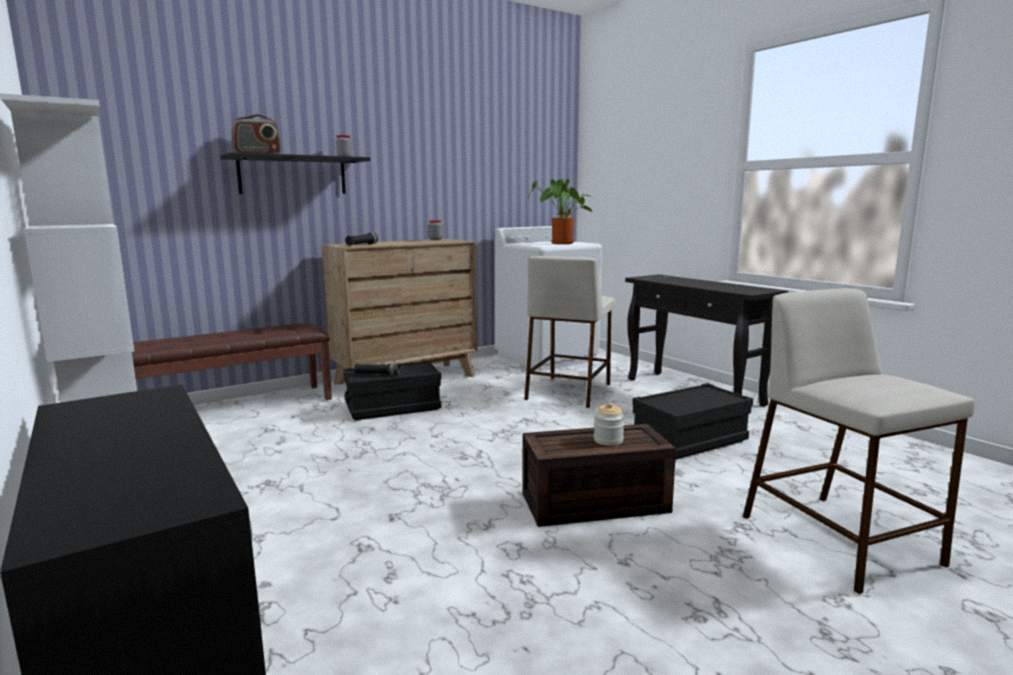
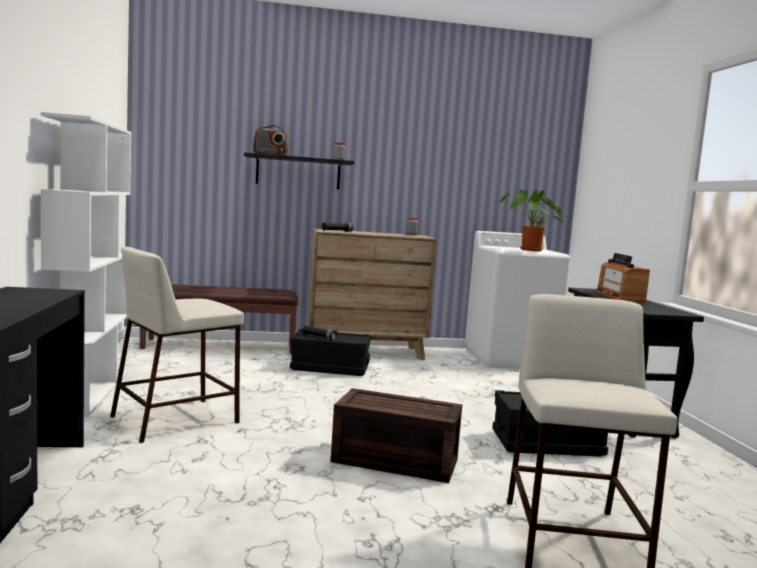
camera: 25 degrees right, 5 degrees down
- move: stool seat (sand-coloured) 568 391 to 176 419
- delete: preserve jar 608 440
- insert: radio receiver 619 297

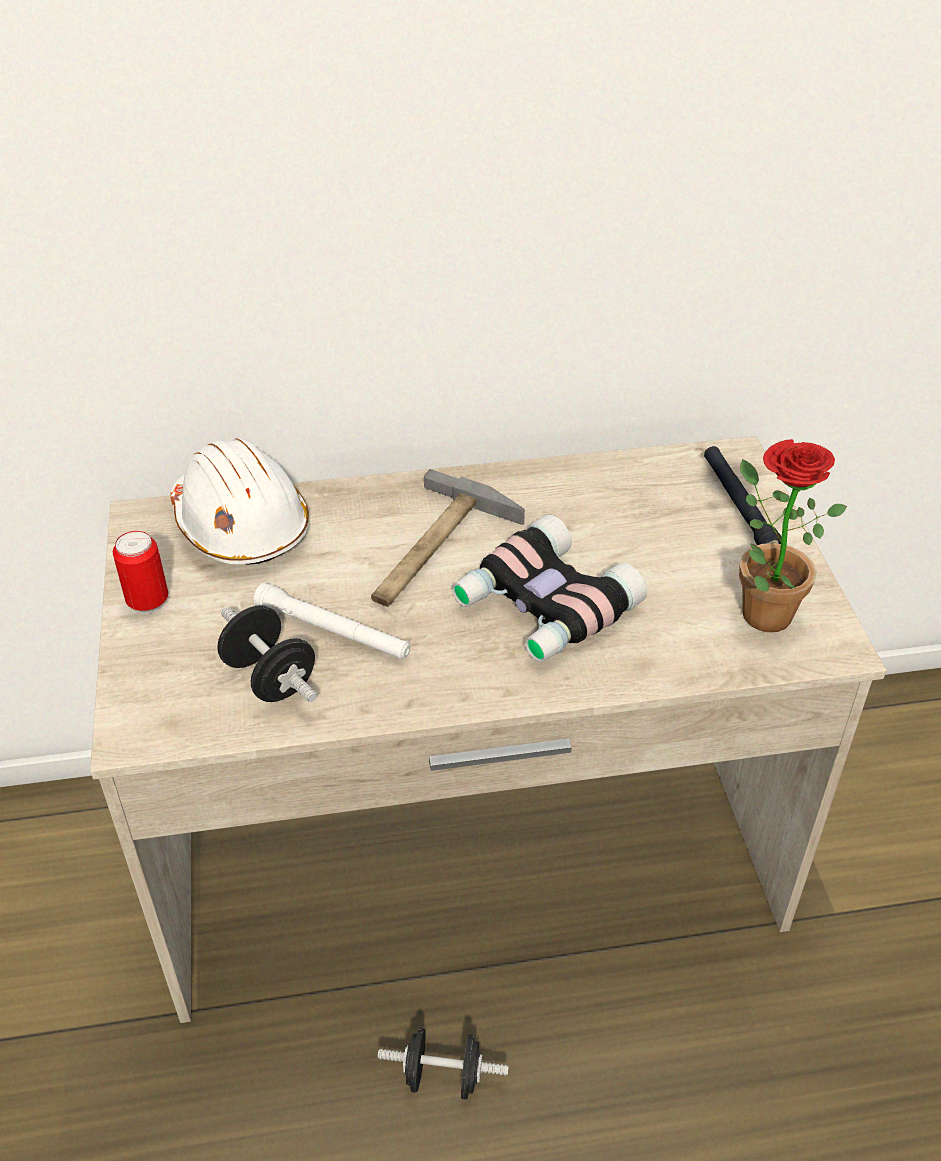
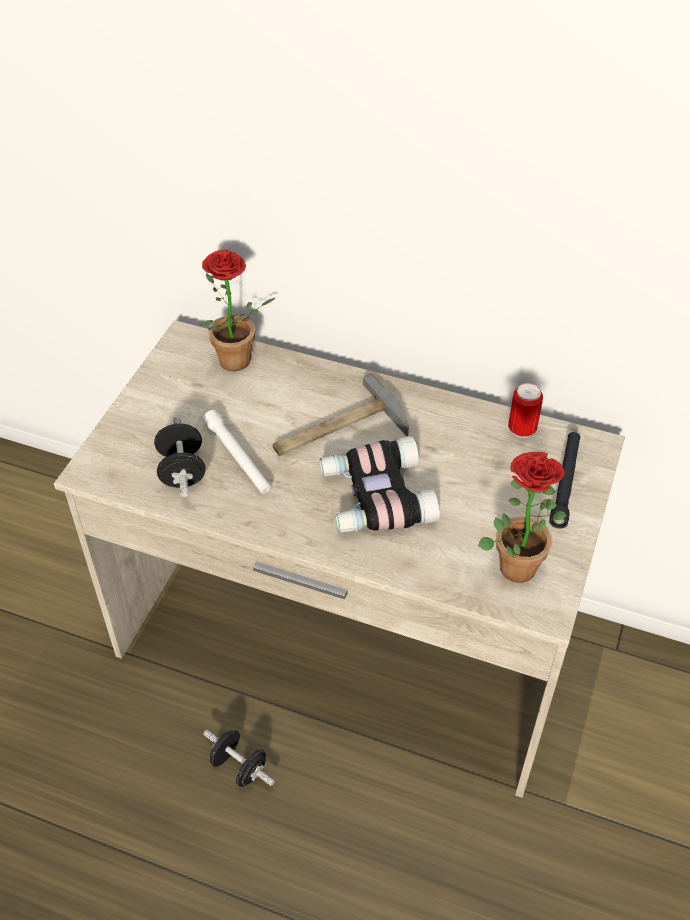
camera: 30 degrees right, 5 degrees up
- replace: safety helmet (white) 241 525 to potted plant 235 365
- move: can 148 602 to 521 430

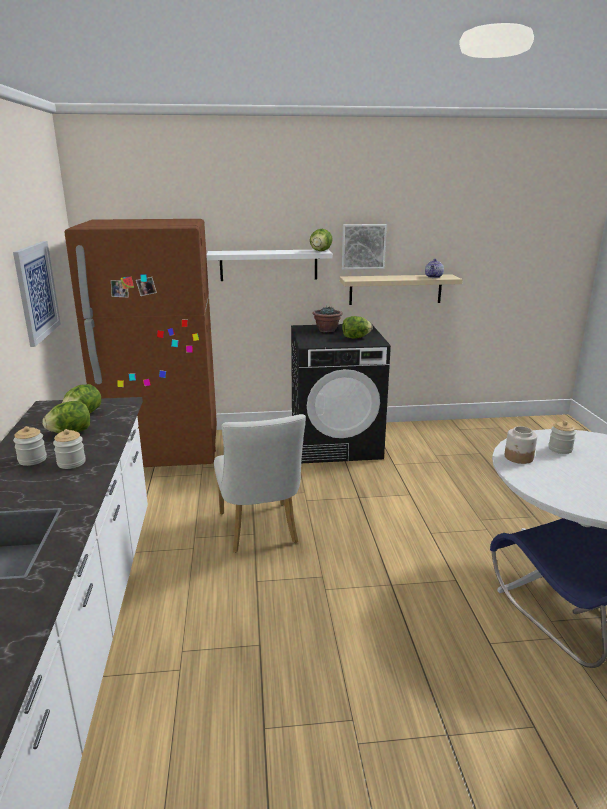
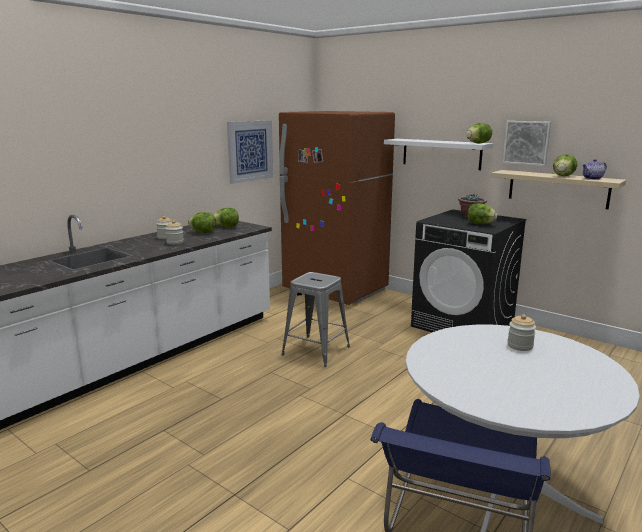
camera: 45 degrees right, 5 degrees down
- replace: plain chair (white) 260 531 to stool seat (greyish) 316 350
- delete: preserve jar 518 457
- insert: head of lettuce 563 176

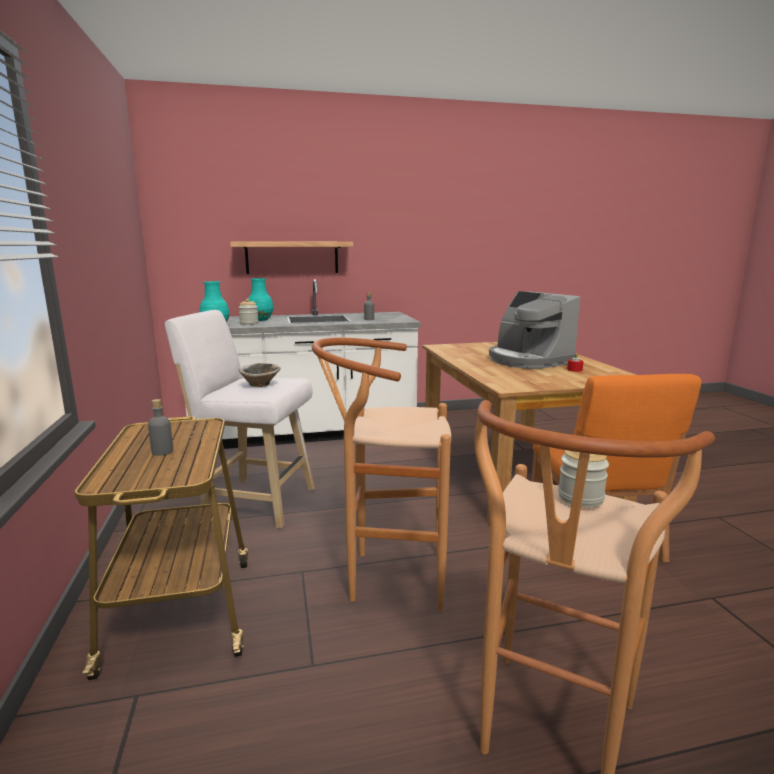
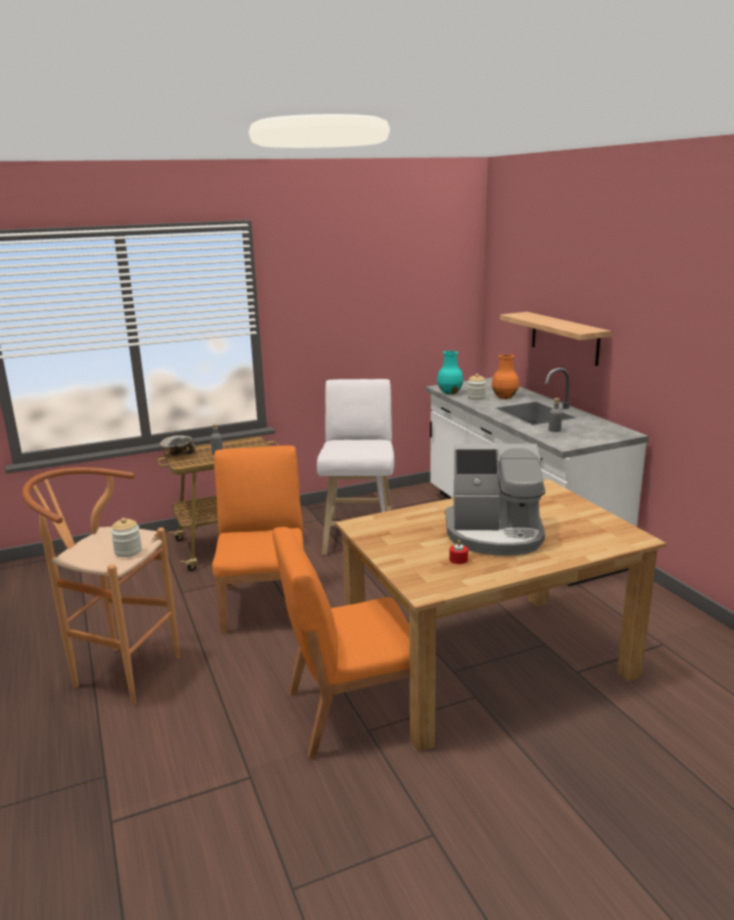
camera: 80 degrees right, 5 degrees up
- recolor: flower vase (turquoise-coloured) 261 320 to flower vase (orange-coloured) 504 397
- rotate: coffee brewer 528 360 = 495 534 135 degrees counterclockwise
- replace: stool seat (brown) 386 577 to plain chair (orange-coloured) 266 604
- move: deep dish 260 385 to 177 454

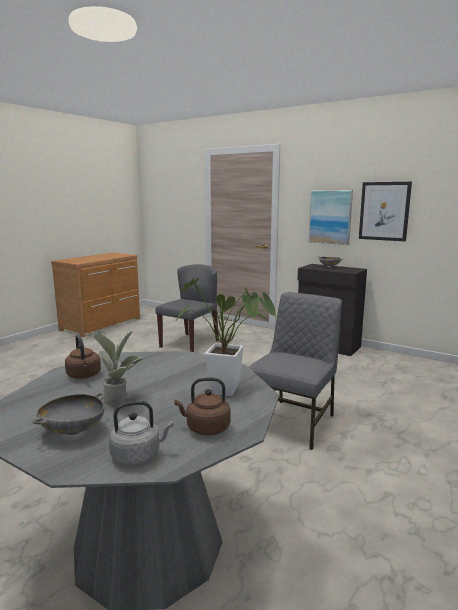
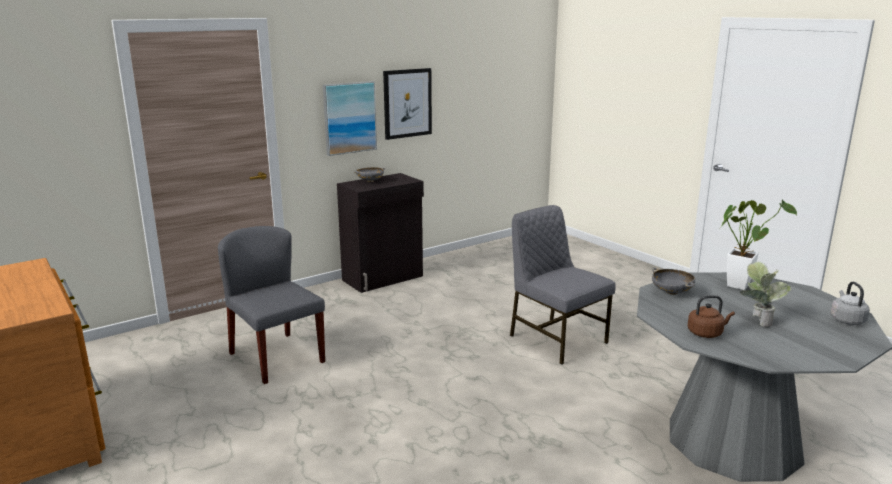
camera: 70 degrees left, 5 degrees up
- delete: tea kettle (brown) 205 428
- move: deep dish (greyish) 72 430 to 671 292

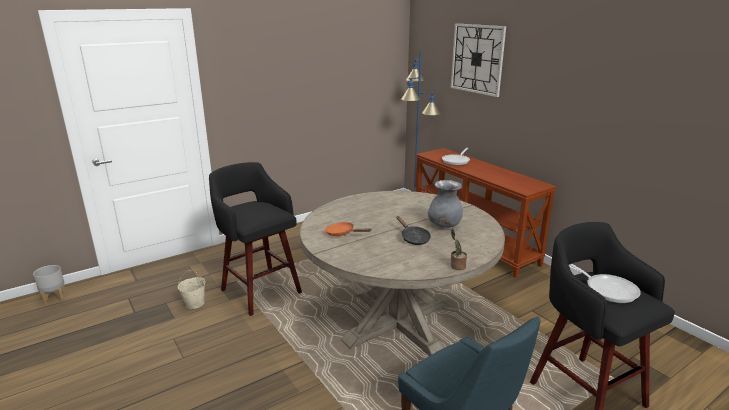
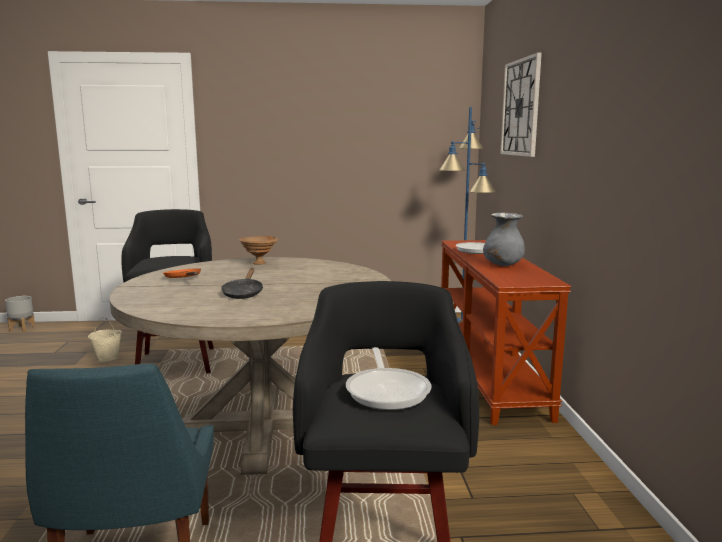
camera: 30 degrees right, 10 degrees down
- move: flower vase (greyish) 444 225 to 502 265
- delete: potted plant 456 266
- insert: deep dish (brown) 258 263

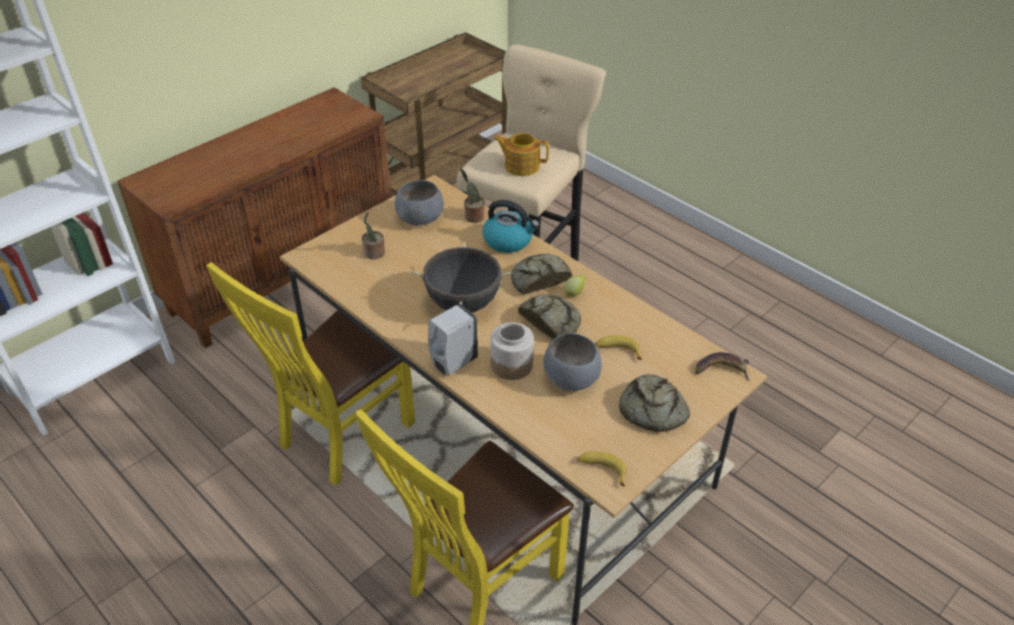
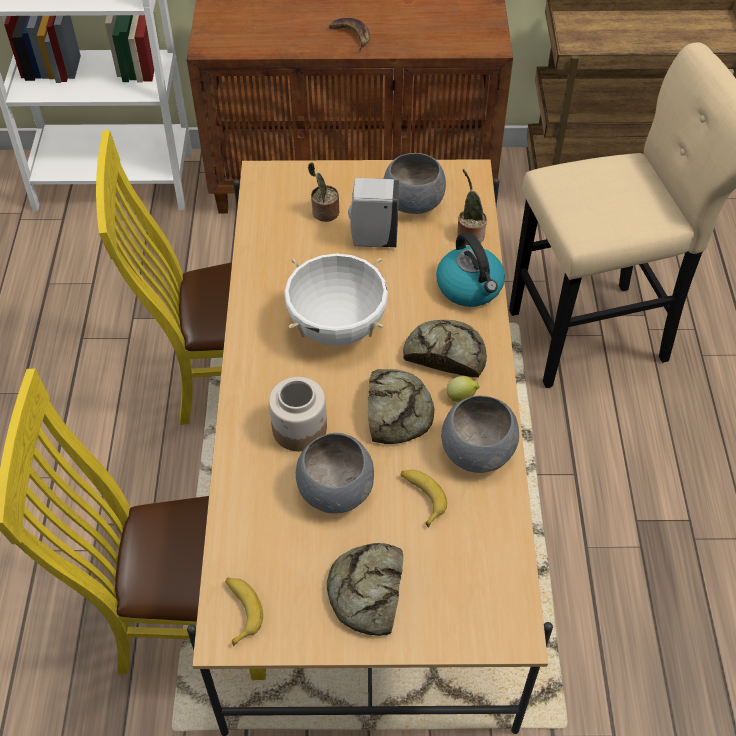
camera: 45 degrees right, 10 degrees up
- delete: pot for tea 521 166
- recolor: saucepot (black-coloured) 463 304 to saucepot (white) 337 327
- move: soap bottle (white) 452 363 to 372 239
- move: banana 721 369 to 352 36
- insert: deep dish (greyish) 476 451

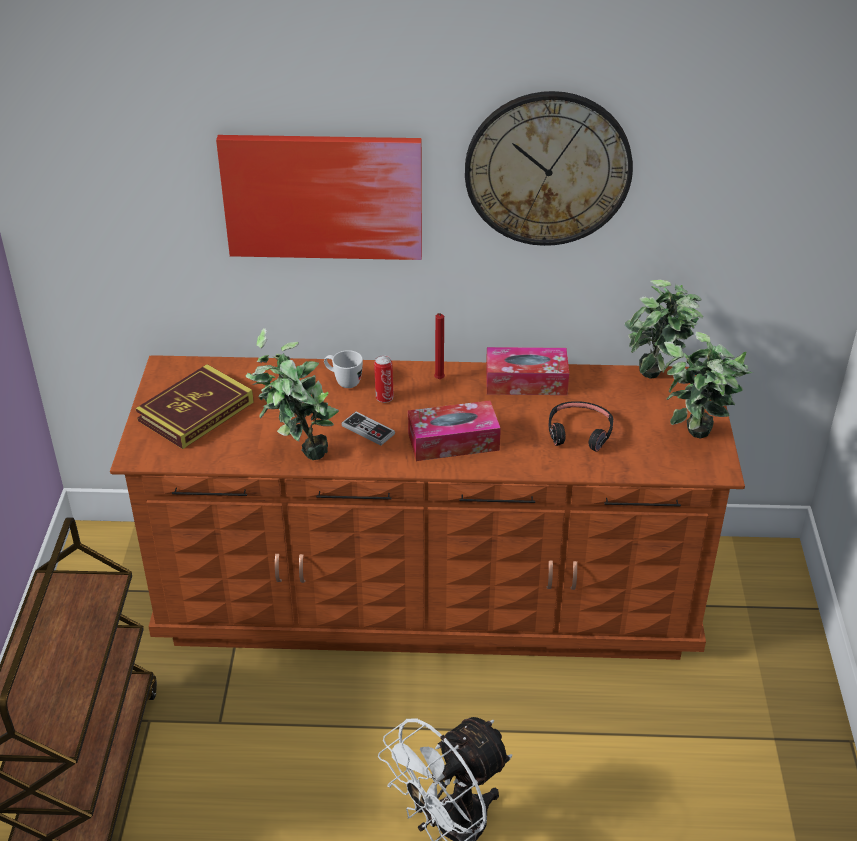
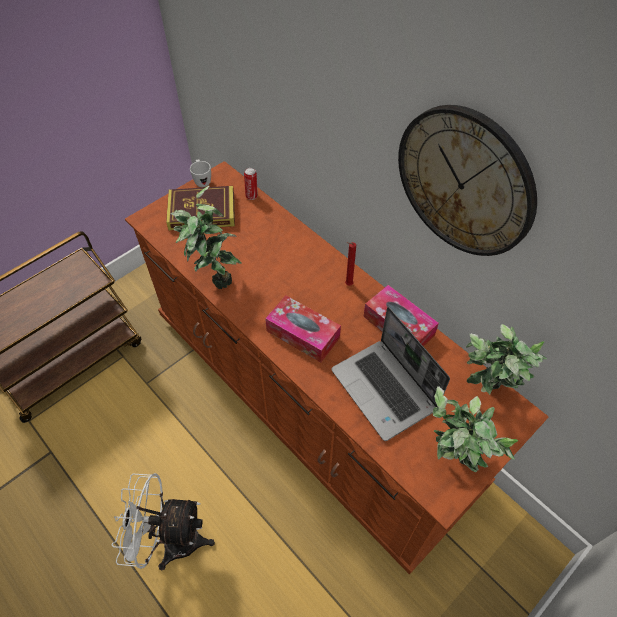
camera: 45 degrees right, 15 degrees up
- delete: picture 323 196
- move: coffee mug (white) 343 382 to 202 181
- move: can 384 397 to 252 195
- replace: pair of headphones (black-coloured) 579 432 to laptop 385 390
- delete: joypad 368 430

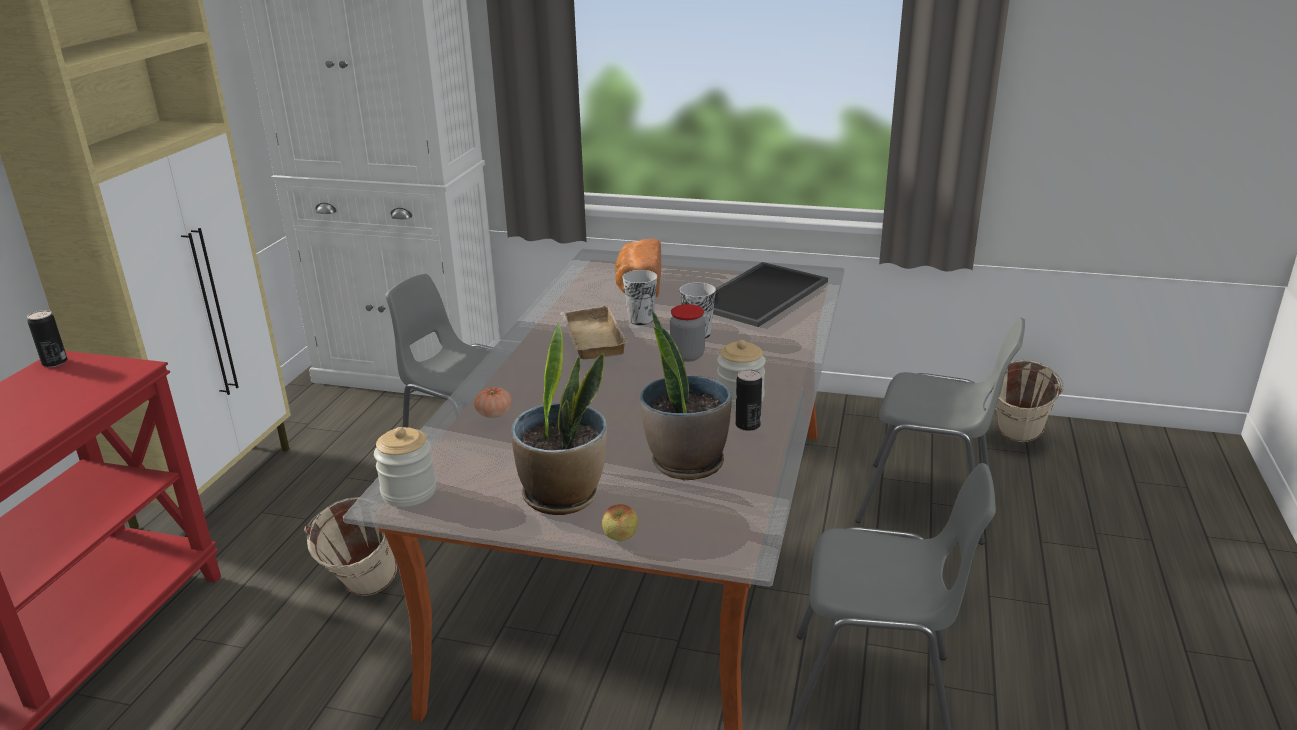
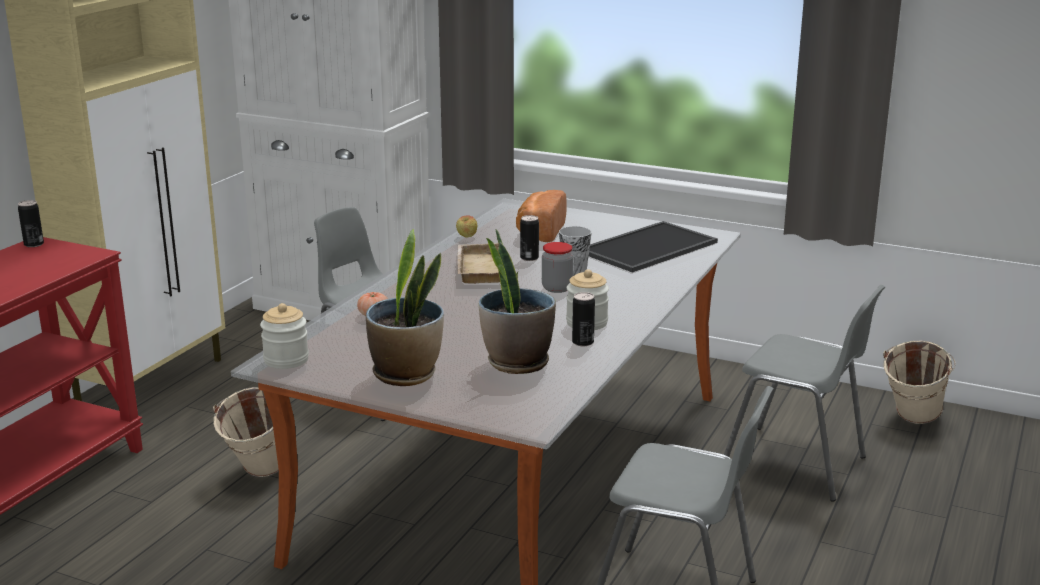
camera: 10 degrees right, 5 degrees down
- replace: drinking cup 641 319 to can 529 258
- move: apple 620 539 to 466 237

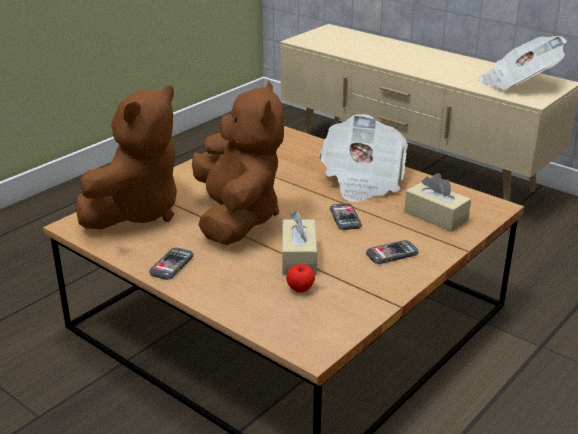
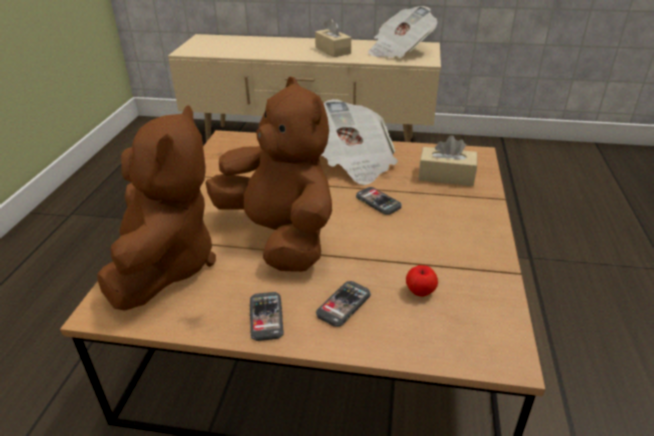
camera: 30 degrees left, 5 degrees up
- move: box of tissues (sand-coloured) 299 258 to 333 50
- move: telephone 392 254 to 343 305

